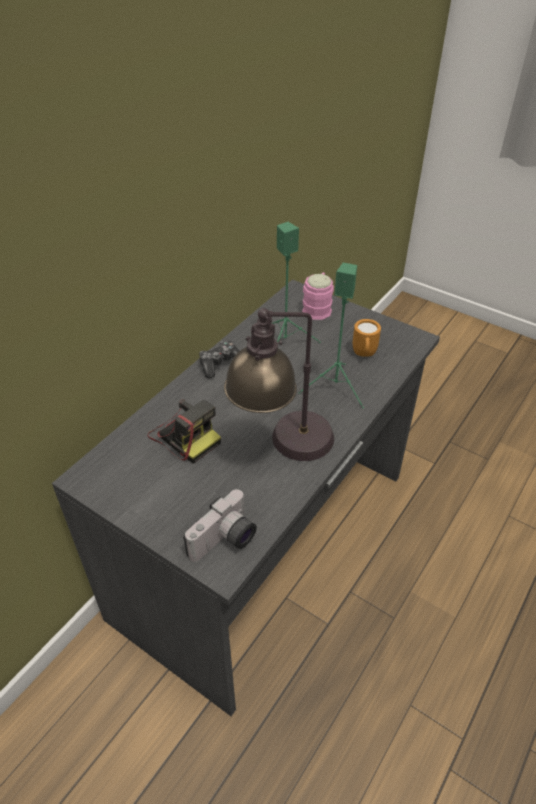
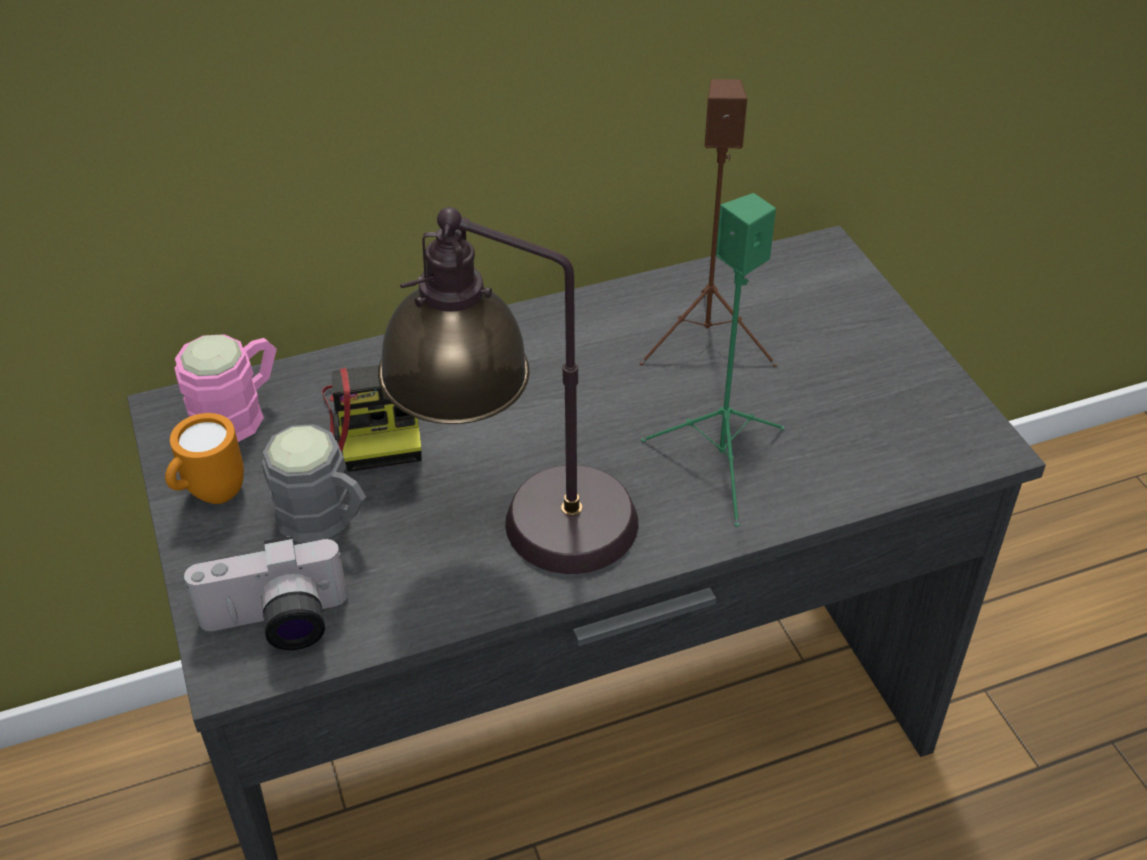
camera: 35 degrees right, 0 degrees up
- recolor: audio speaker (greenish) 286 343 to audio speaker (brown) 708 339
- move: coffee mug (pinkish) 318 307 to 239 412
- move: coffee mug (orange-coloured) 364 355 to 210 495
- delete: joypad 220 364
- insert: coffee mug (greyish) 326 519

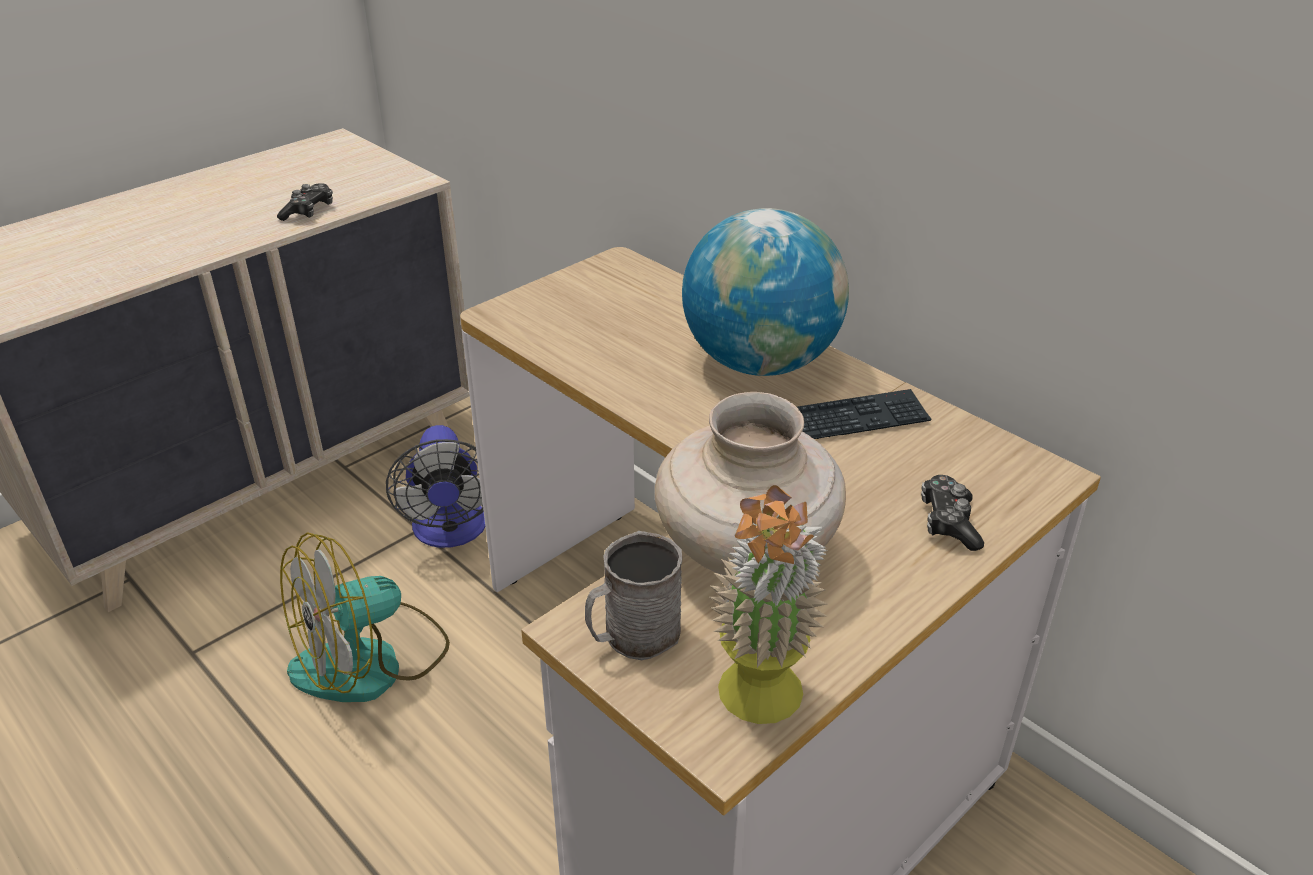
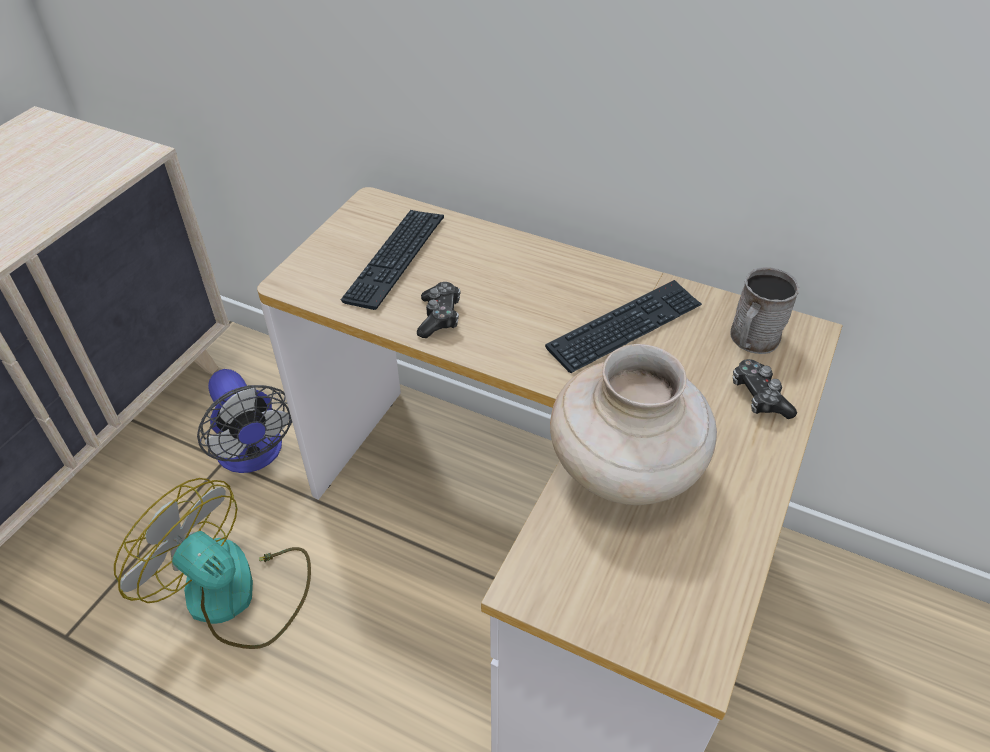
camera: 20 degrees left, 10 degrees up
- move: joypad 309 211 to 439 317
- delete: world globe 760 362
- delete: potted plant 760 709
- move: coffee mug (greyish) 633 636 to 752 340
- rotate: fan 371 661 = 235 594 90 degrees clockwise
- insert: PC keyboard 395 259

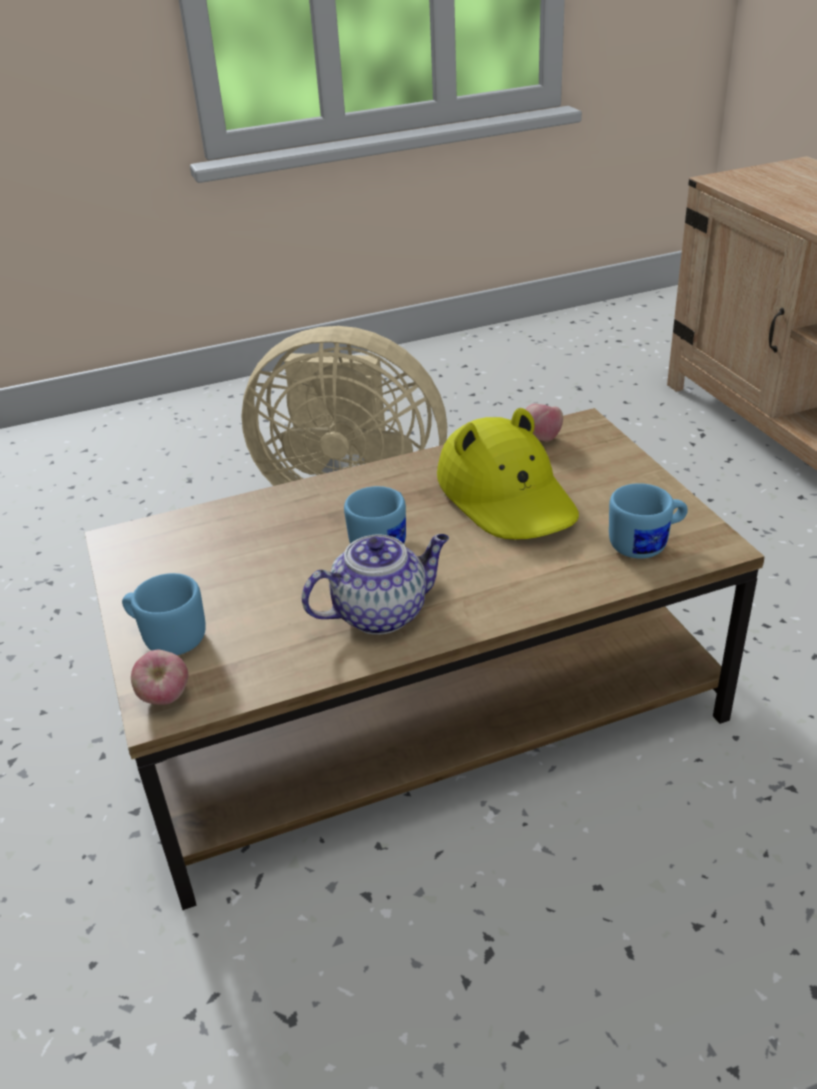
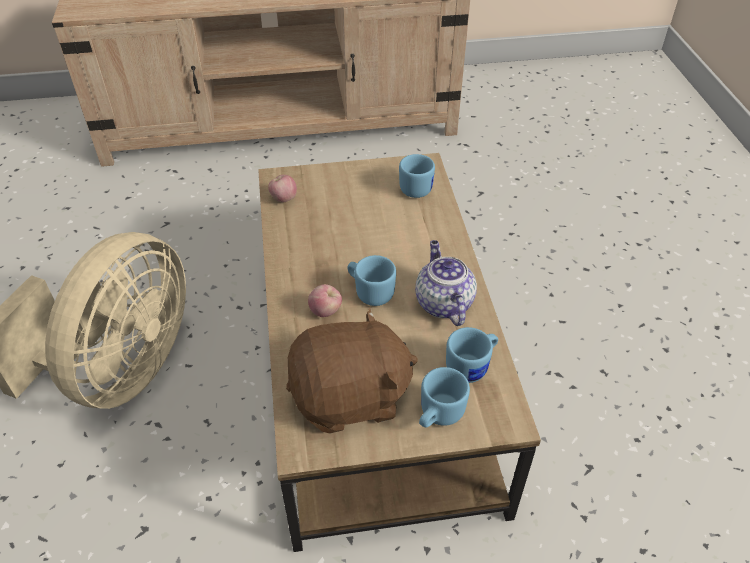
camera: 80 degrees left, 10 degrees up
- delete: clothing hat (yellow) 507 496
- move: apple 165 698 to 326 311
- insert: plush toy (brown) 350 397
- insert: coffee mug (bluish) 472 366

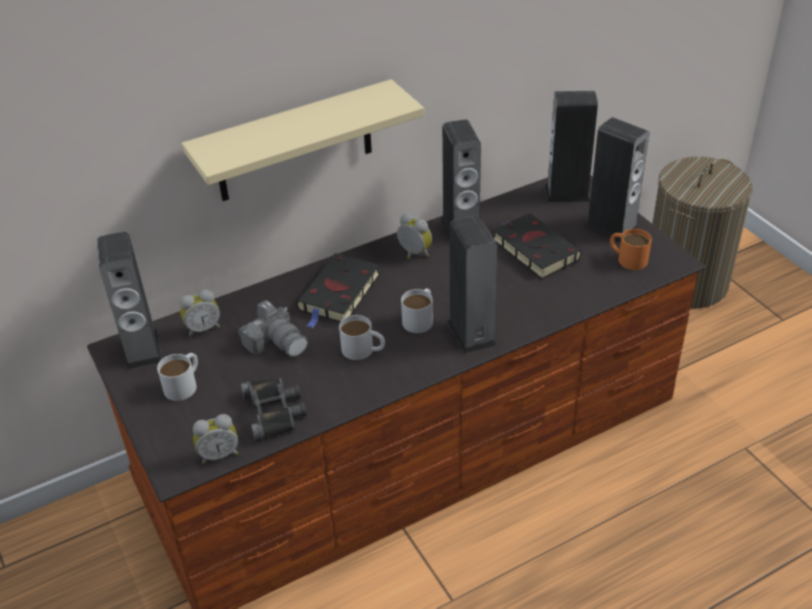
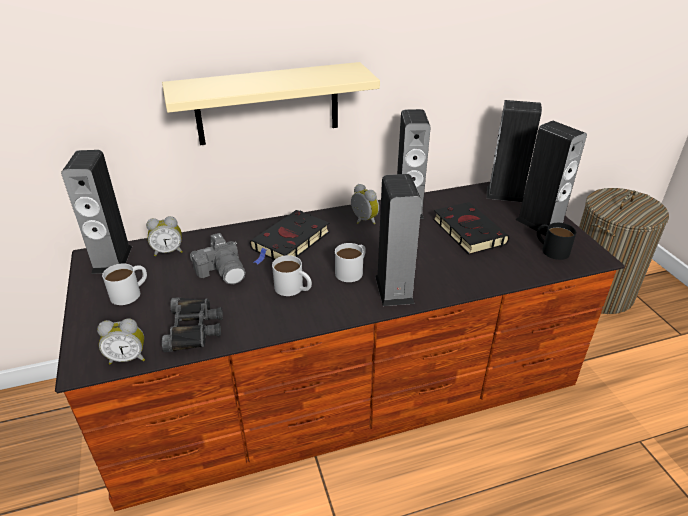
camera: 10 degrees right, 5 degrees down
- recolor: coffee mug (orange-coloured) 627 258 to coffee mug (black-coloured) 551 249

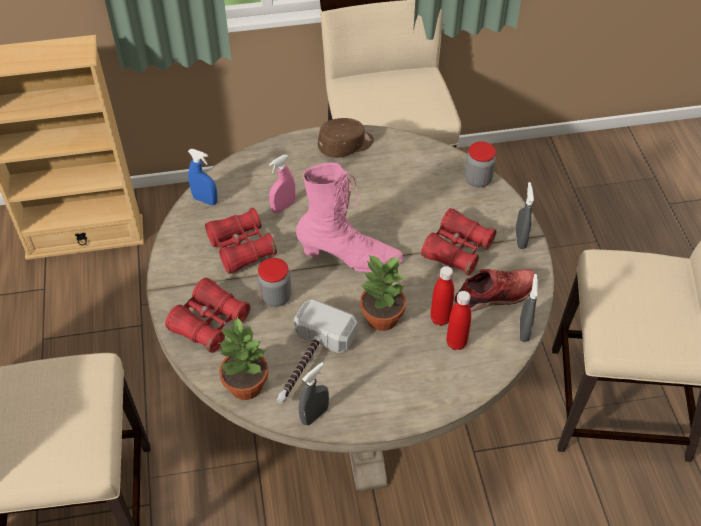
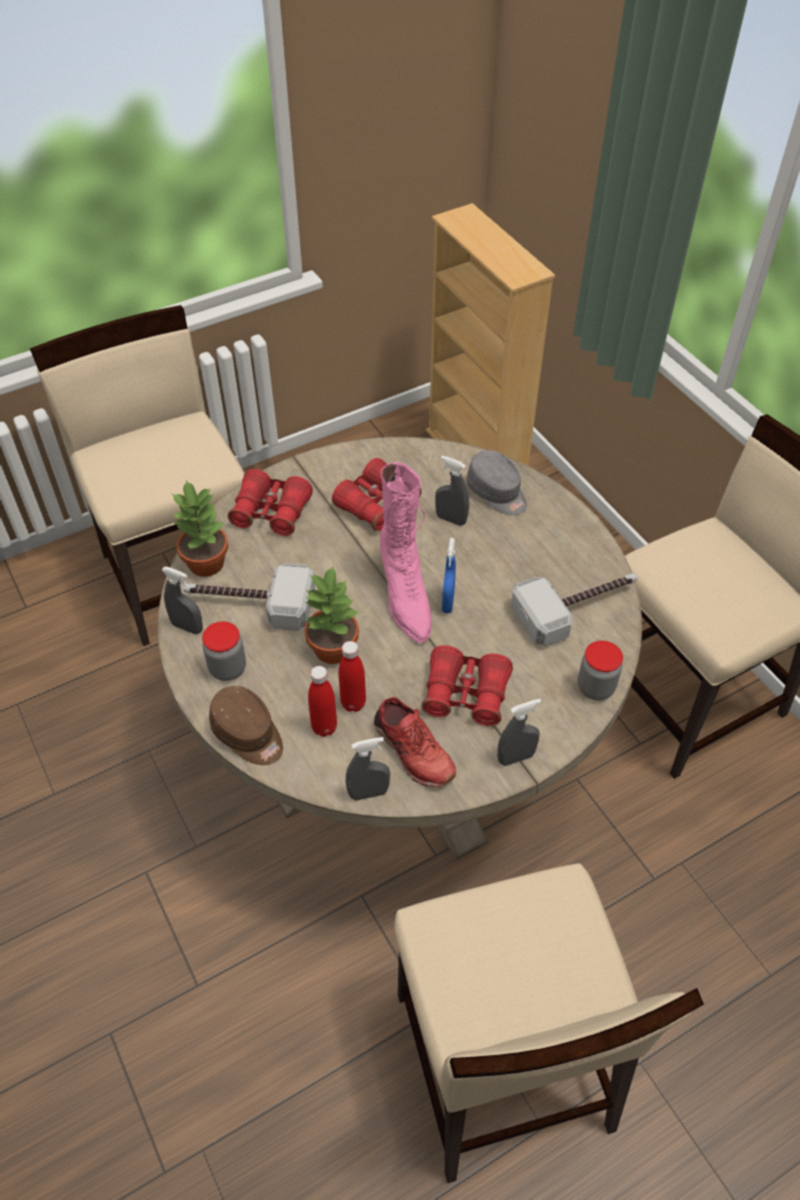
camera: 70 degrees right, 0 degrees up
- move: peaked cap (brown) 346 145 to 248 735
- move: hand sprayer (bluish) 205 200 to 448 602
- recolor: hand sprayer (pinkish) 283 207 to hand sprayer (greyish) 451 519
- move: preserve jar 276 297 to 228 668
- insert: peaked cap (greyish) 497 493
- insert: hand hammer 577 607

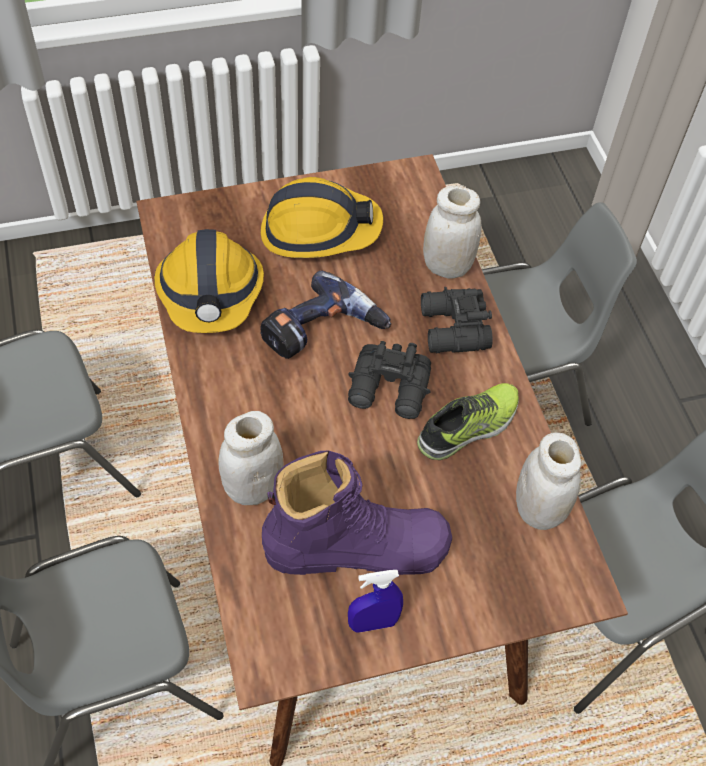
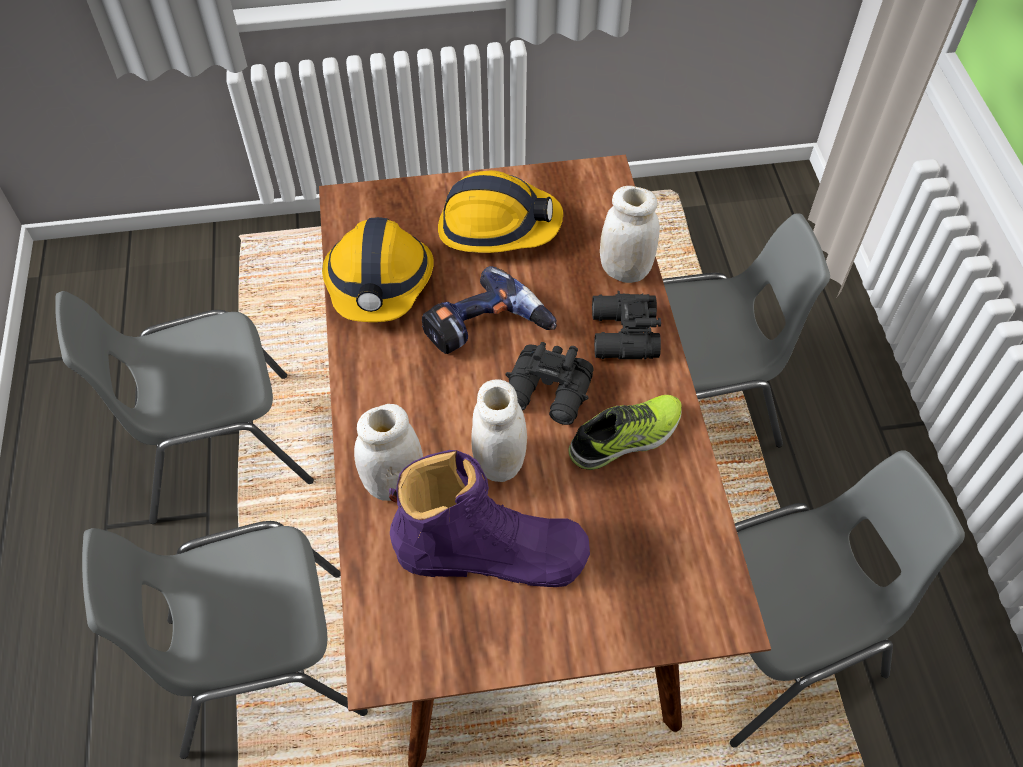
camera: 10 degrees right, 0 degrees up
- move: preserve jar (white) 538 510 to 499 462
- delete: hand sprayer (bluish) 373 623

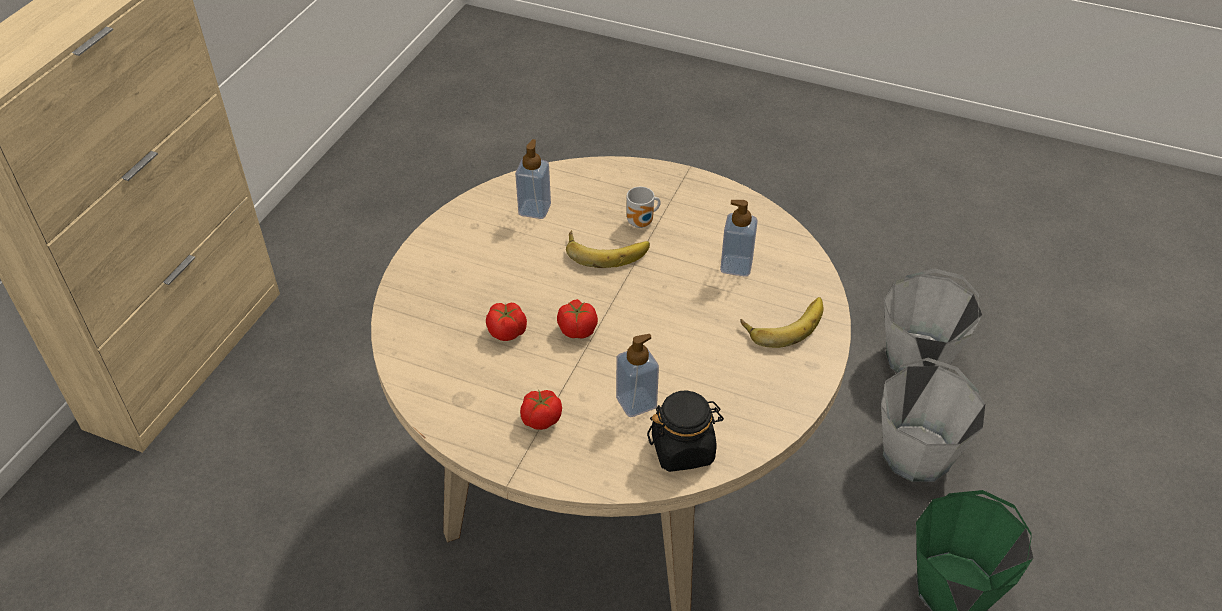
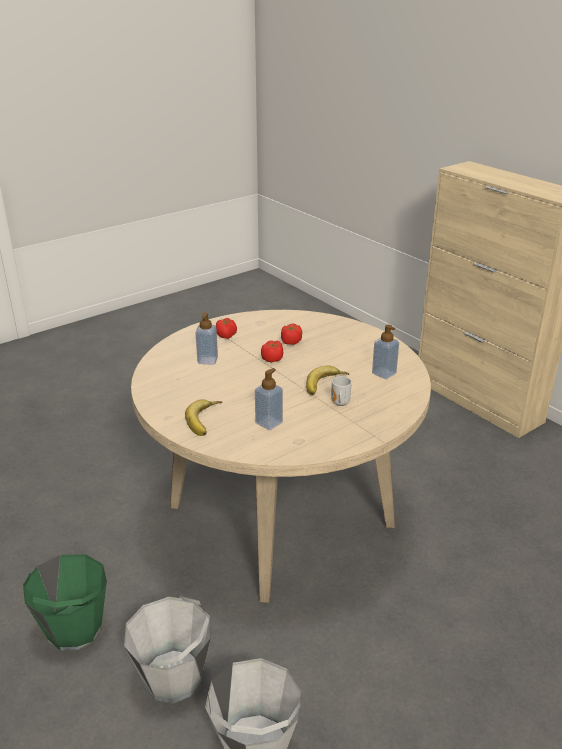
camera: 120 degrees right, 15 degrees down
- delete: preserve jar (black-coloured) 683 449

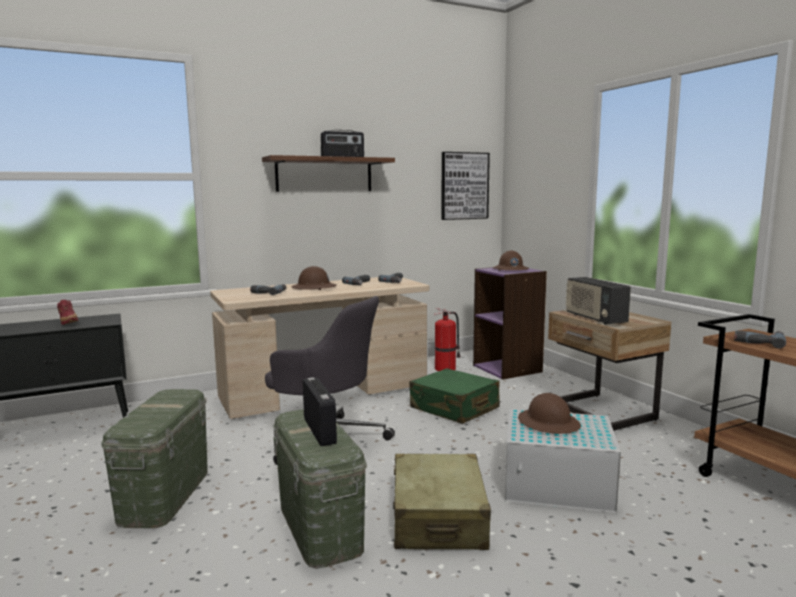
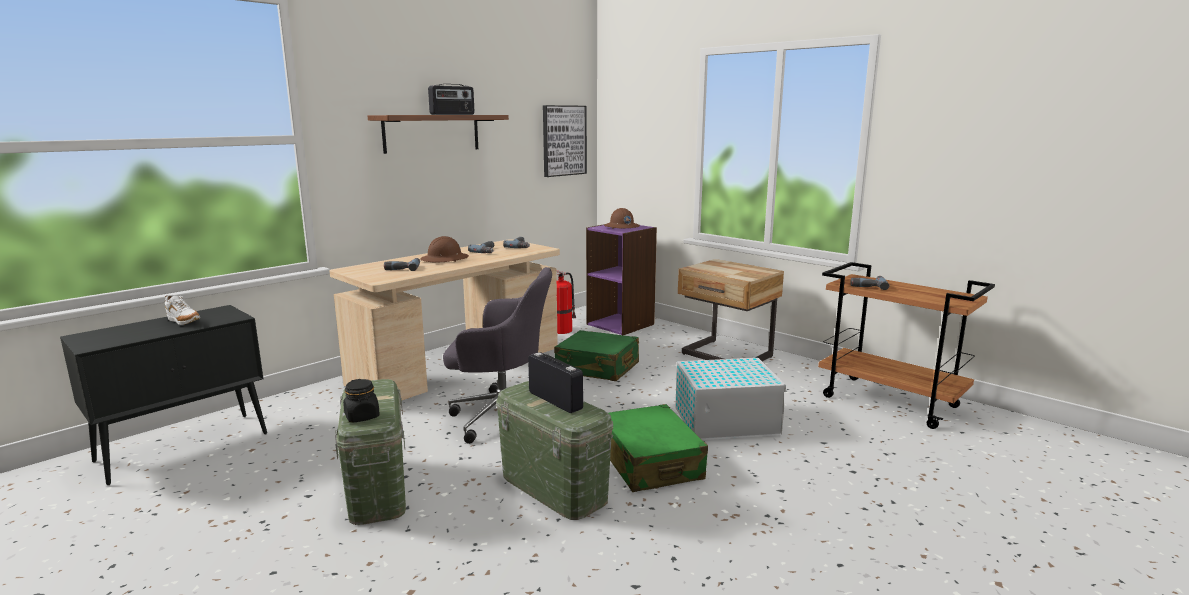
camera: 20 degrees left, 5 degrees up
- delete: radio receiver 594 319
- recolor: low shoe (red) 68 323 to low shoe (white) 183 322
- delete: safety helmet (brown) 548 423
- recolor: travel case (sand-coloured) 438 518 to travel case (greenish) 650 463
- insert: preserve jar (black-coloured) 362 416

